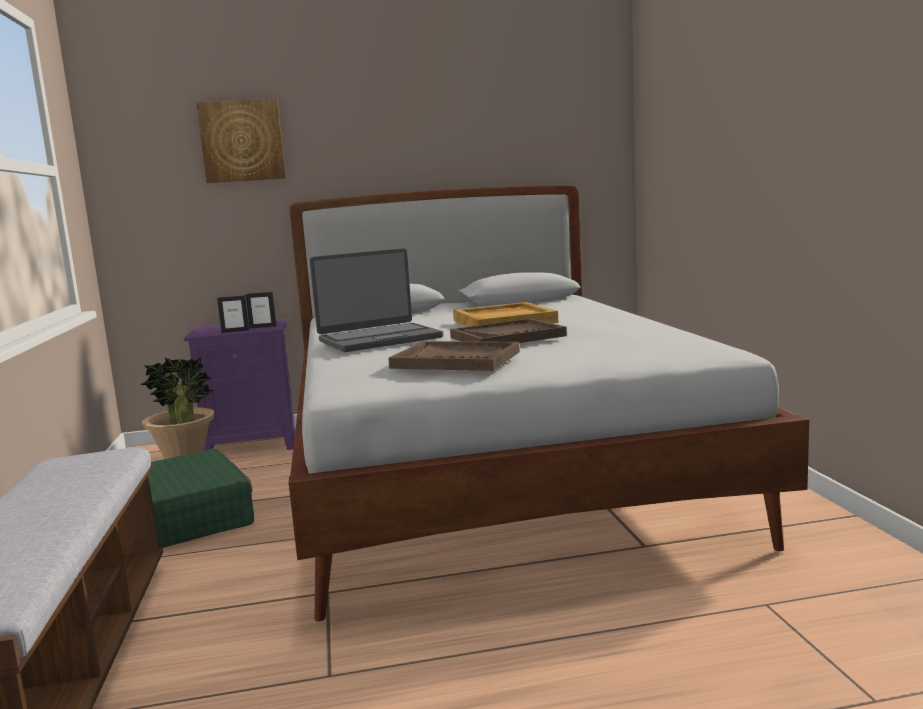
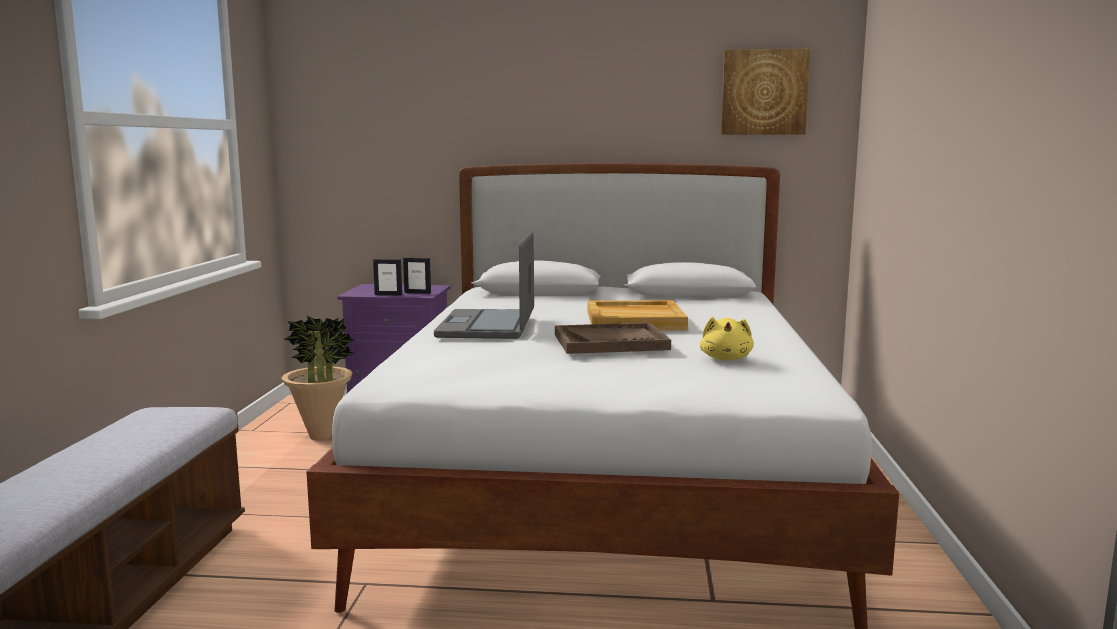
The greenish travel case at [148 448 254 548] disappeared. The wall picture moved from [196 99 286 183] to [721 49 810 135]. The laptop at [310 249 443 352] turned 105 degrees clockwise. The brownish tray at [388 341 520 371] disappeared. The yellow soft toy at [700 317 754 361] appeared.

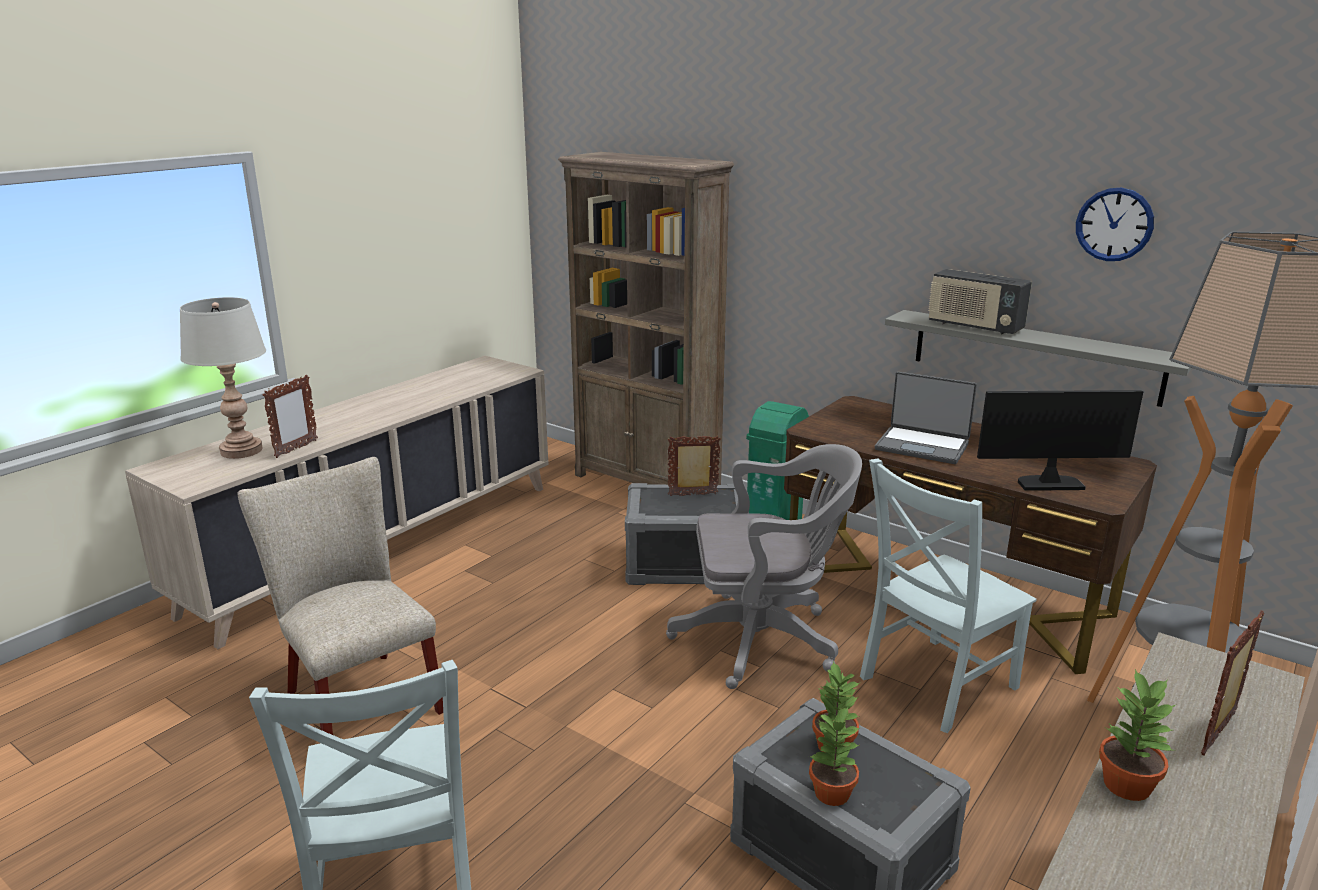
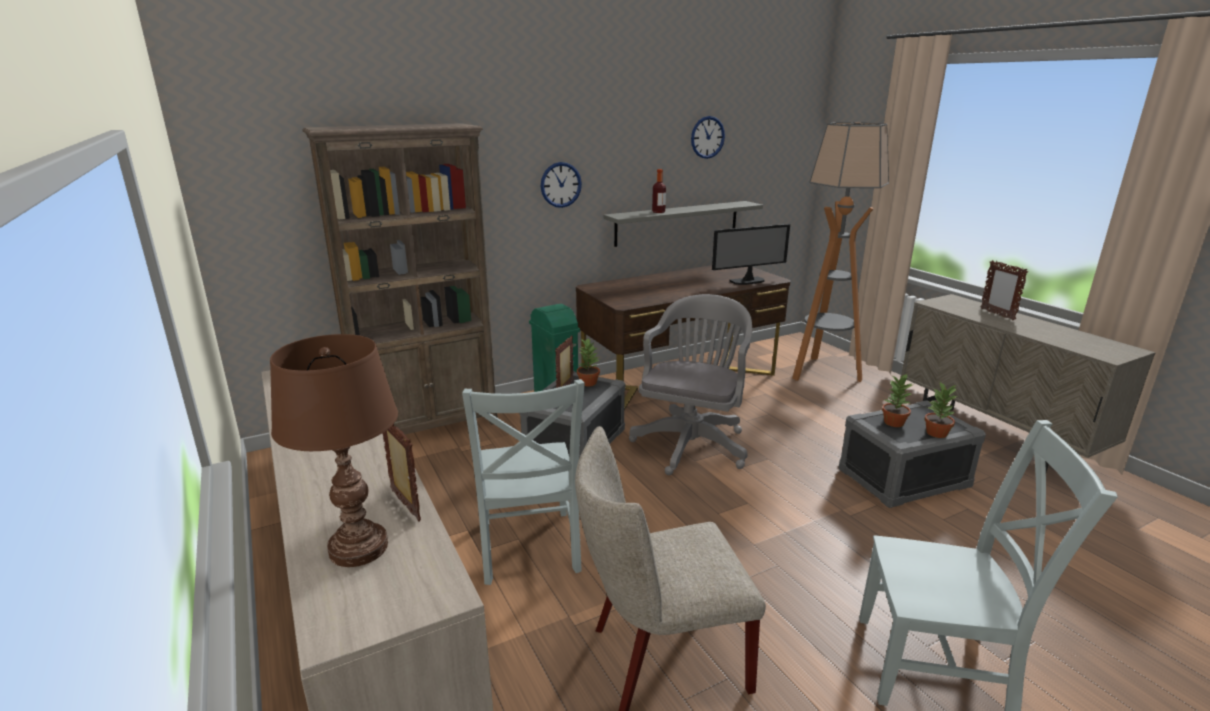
The greyish tabletop lamp at [180 297 266 459] became the brownish tabletop lamp at [270 334 398 567]. The greyish plain chair moved from [860 458 1037 733] to [462 379 585 585]. The laptop at [875 372 977 464] disappeared. The radio receiver at [928 269 1032 335] was replaced by the beverage bottle at [652 169 666 213]. The computer screen at [977 390 1143 491] turned 135 degrees counterclockwise. The houseplant moved from [1099 669 1175 801] to [577 338 600 386]. The wall clock at [541 162 582 208] appeared.

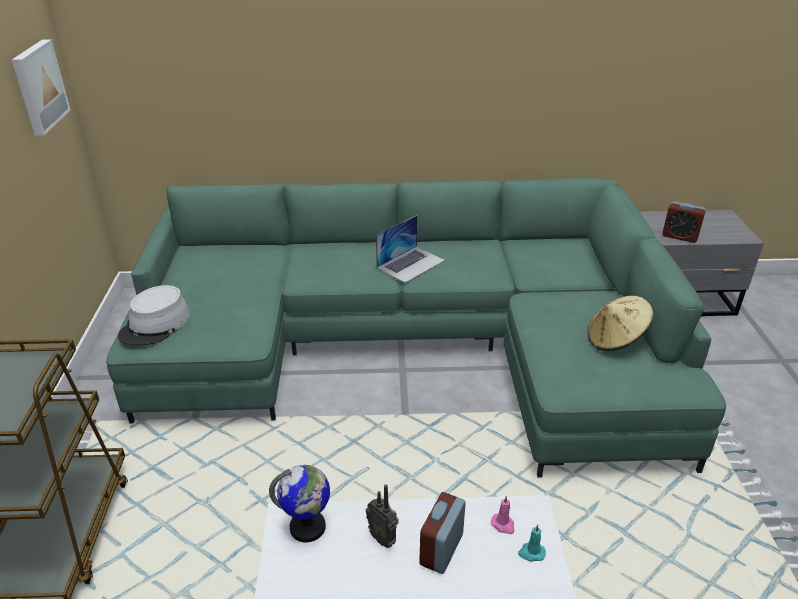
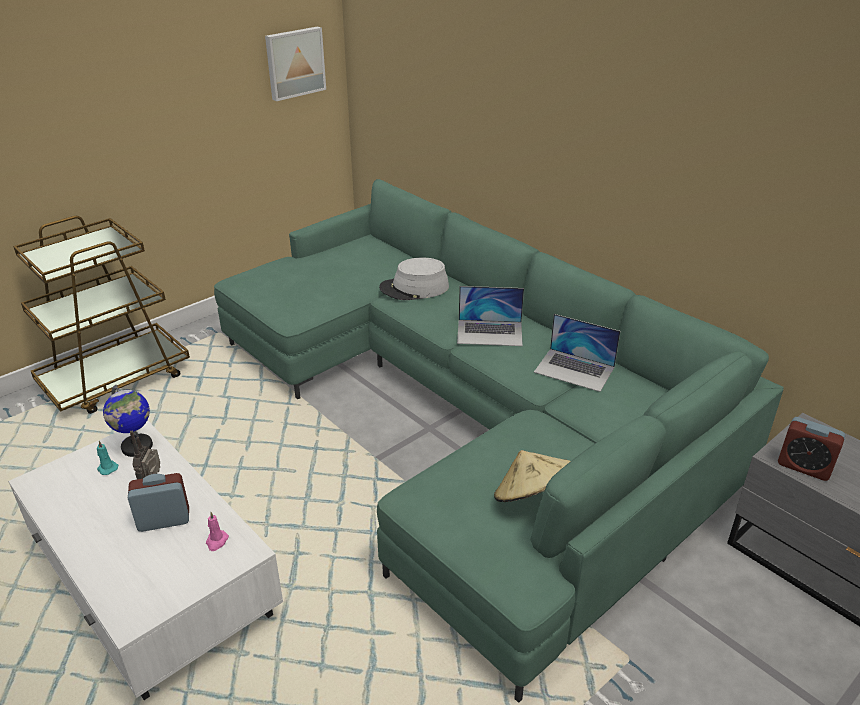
The greyish hat moved from [118 285 190 346] to [379 257 449 300]. The turquoise-coloured wax candle moved from [518 524 546 562] to [97 441 118 475]. The alarm clock at [662 201 706 243] turned 45 degrees counterclockwise. The laptop at [534 314 620 392] appeared.

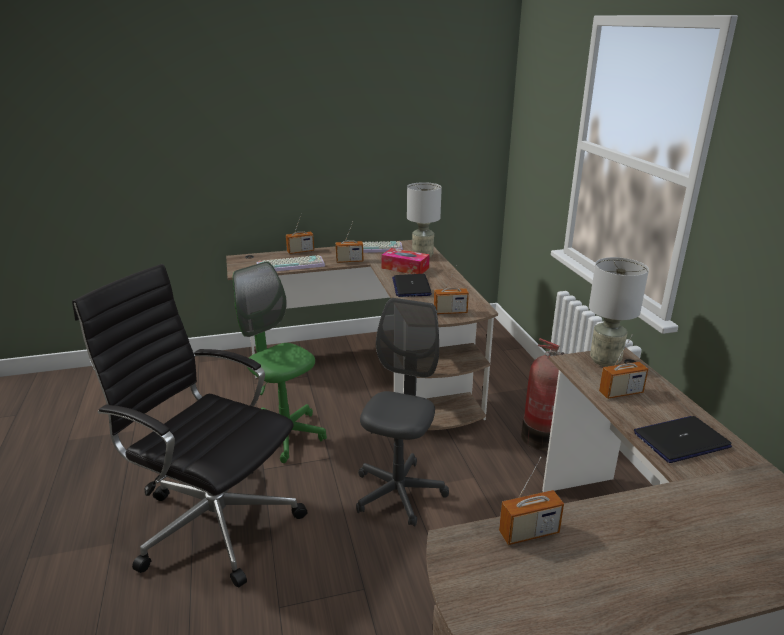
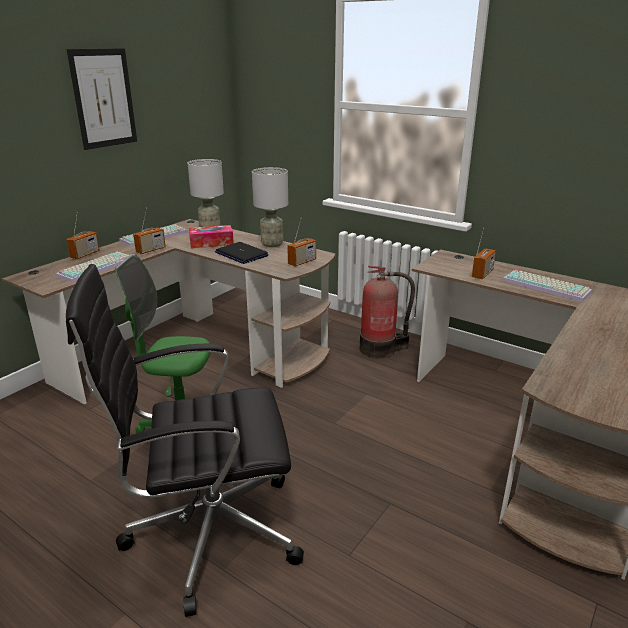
The greyish office chair at [356 298 449 527] disappeared. The radio receiver at [499 457 564 545] disappeared. The greyish tabletop lamp moved from [589 257 649 367] to [252 167 288 247]. The laptop at [634 416 732 463] was replaced by the computer keyboard at [503 270 592 302]. The wall picture at [67 48 137 150] appeared.

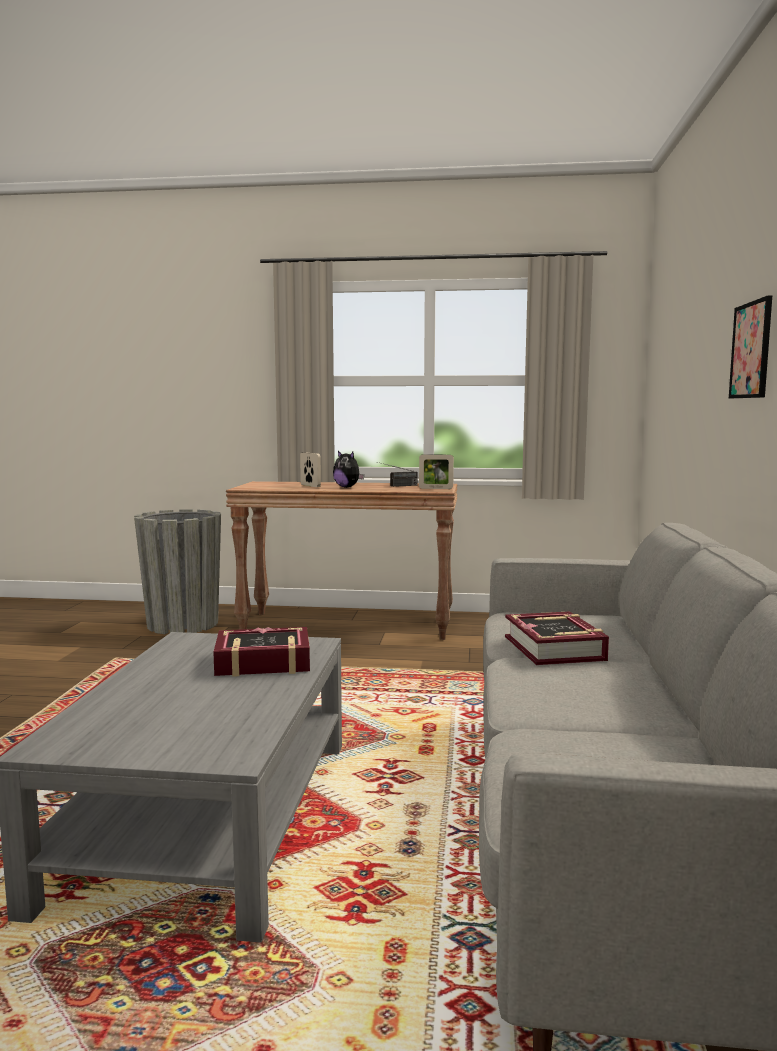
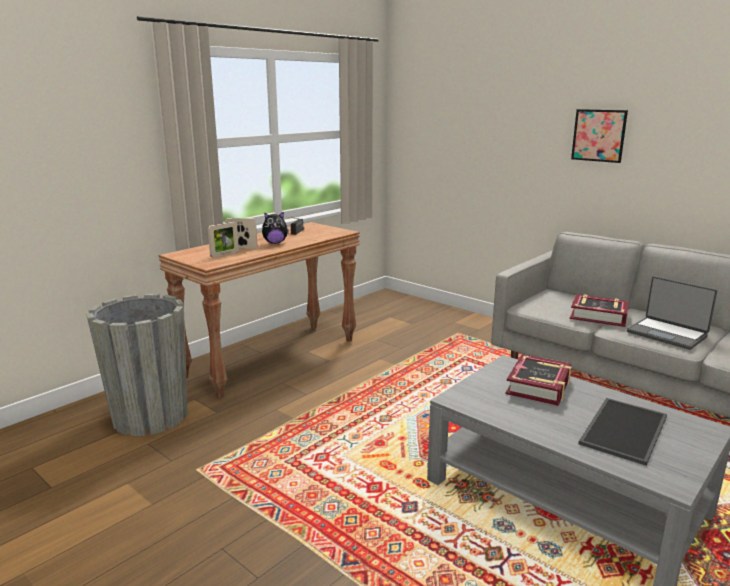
The picture frame moved from [419 454 454 489] to [208 222 239 258]. The tray at [579 398 667 466] appeared. The laptop at [627 276 717 350] appeared.

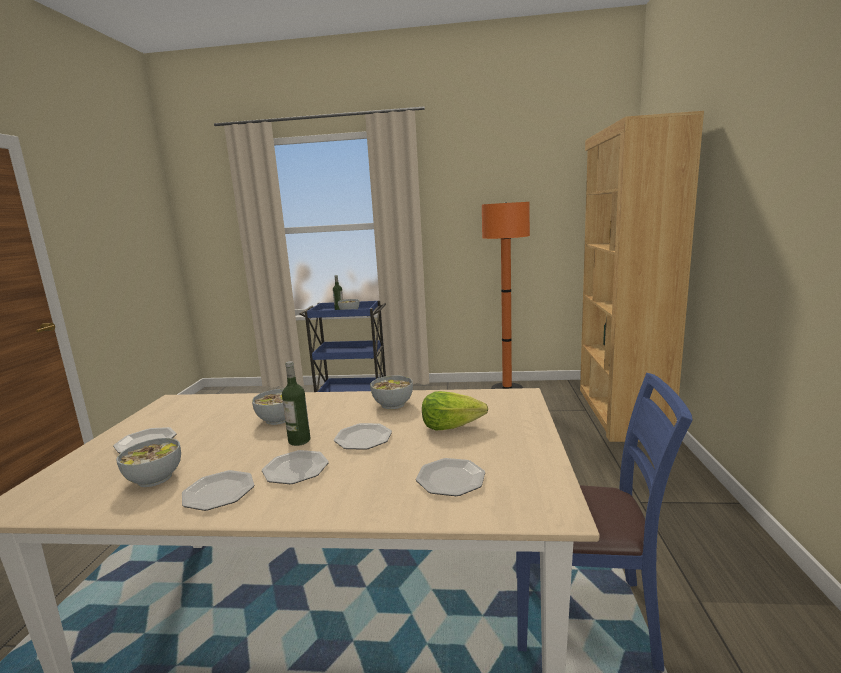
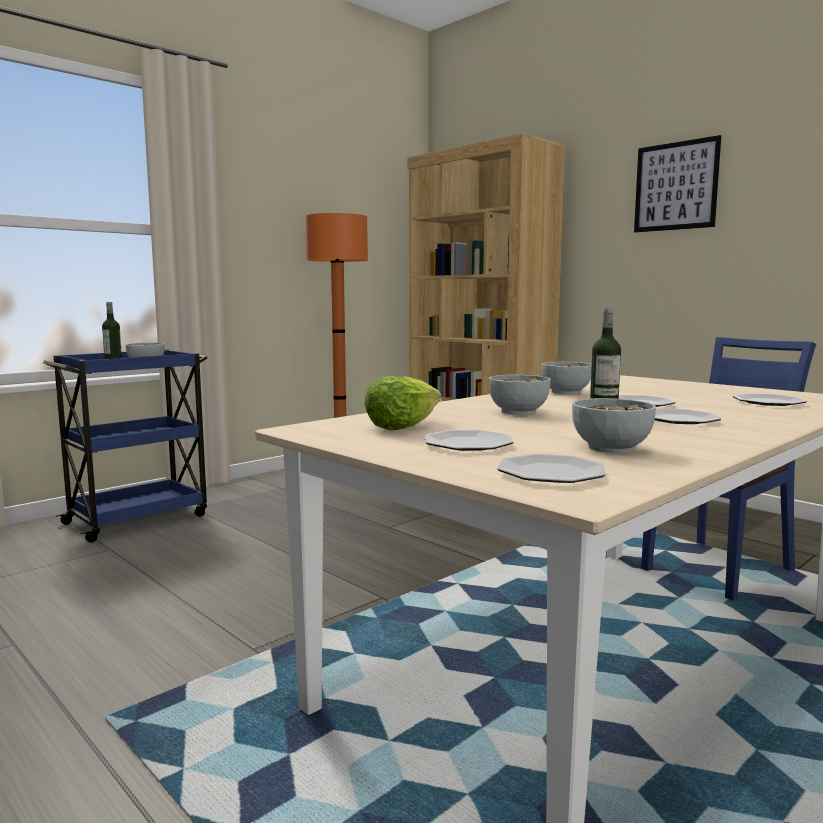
The flat dish moved from [182 470 254 511] to [497 454 605 483]. The head of lettuce moved from [422 391 488 430] to [364 376 442 430]. The wall picture at [634 135 721 232] appeared.

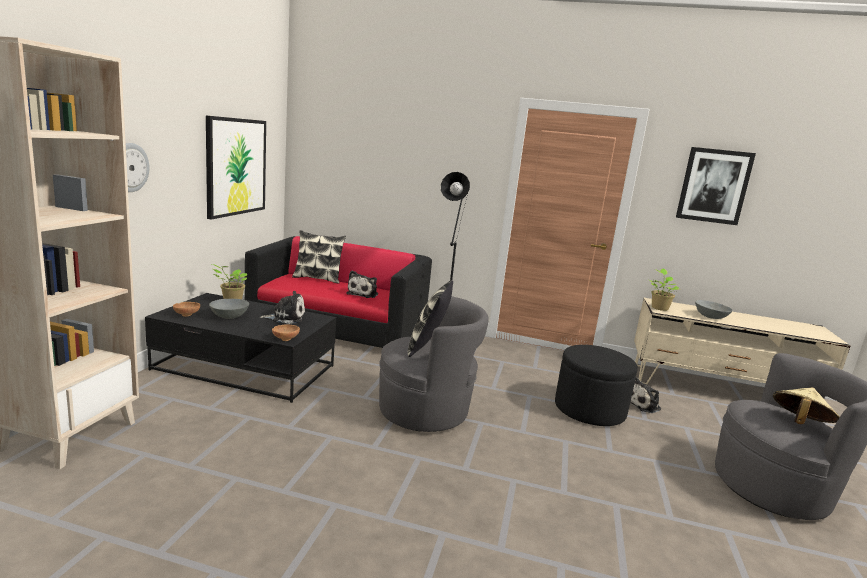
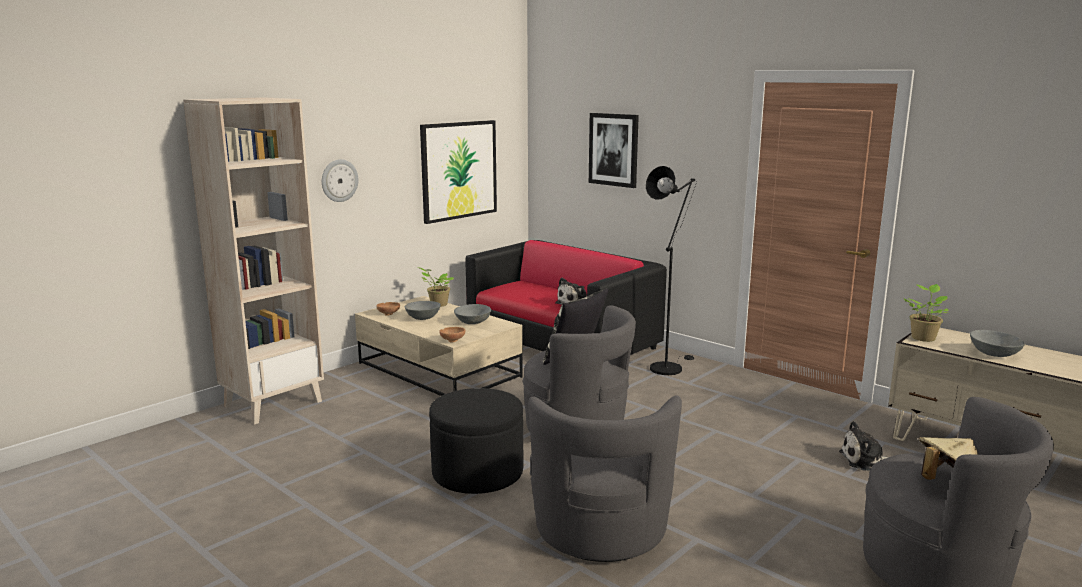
The blackish coffee table at [145 293 336 403] became the beige-coloured coffee table at [355 296 523 396]. The soft toy at [260 291 305 324] was replaced by the greyish deep dish at [454 304 491 324]. The cushion at [292 230 346 284] disappeared. The blackish ottoman moved from [555 345 638 426] to [429 388 523 494]. The wall picture moved from [676 147 756 225] to [589 113 639 188]. The greyish armchair at [528 395 682 562] appeared.

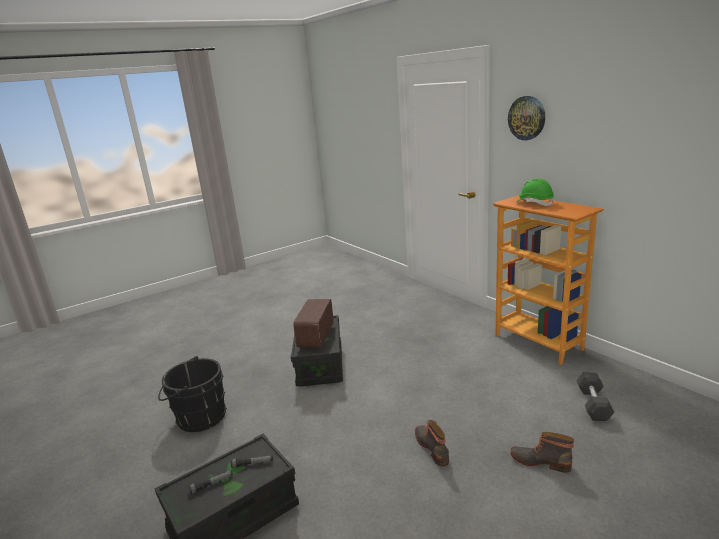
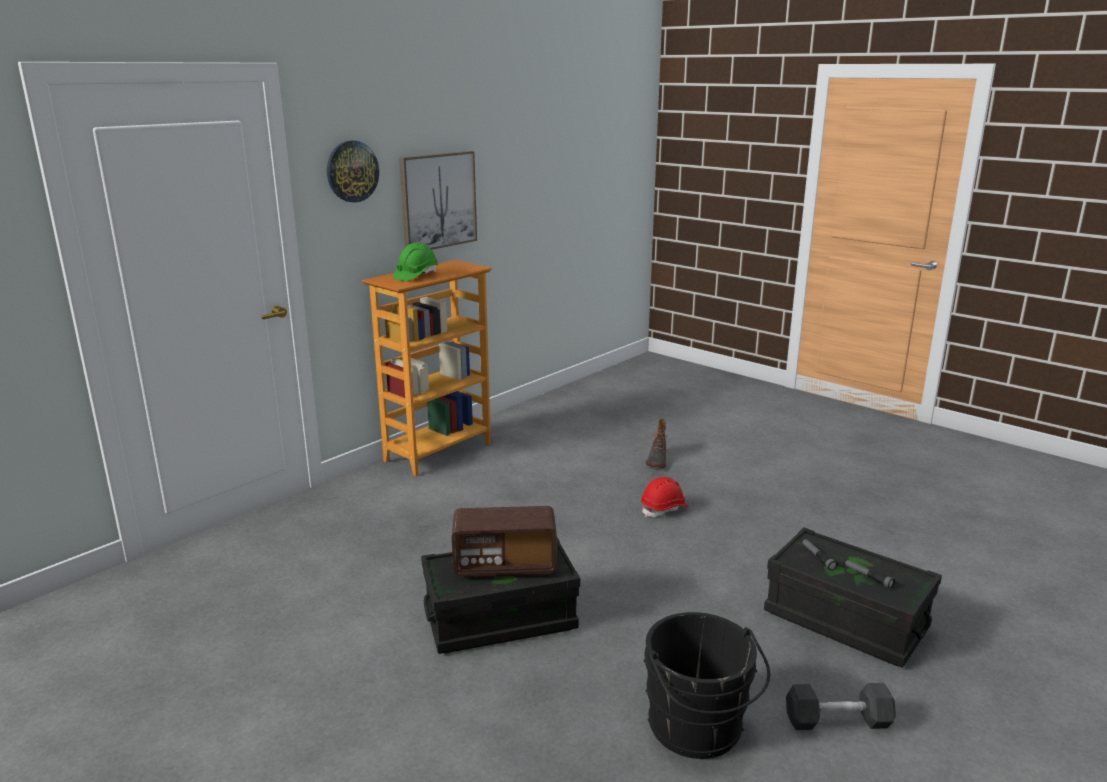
The boot at [415 420 449 466] was replaced by the reddish hard hat at [641 477 689 517]. The greyish hand weight moved from [576 372 615 421] to [786 683 896 730]. The wall picture at [399 151 477 250] appeared.

